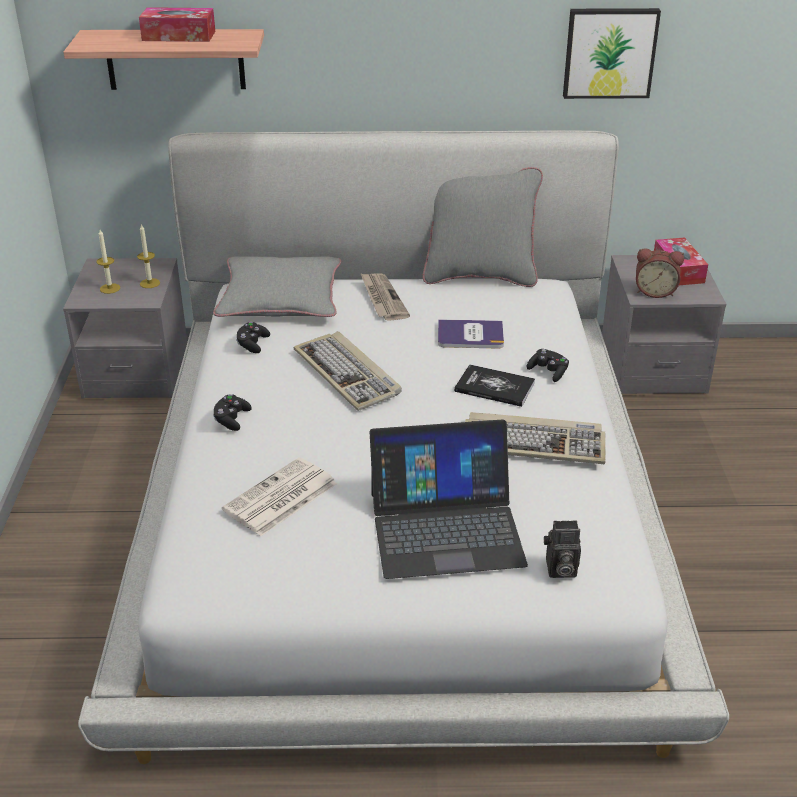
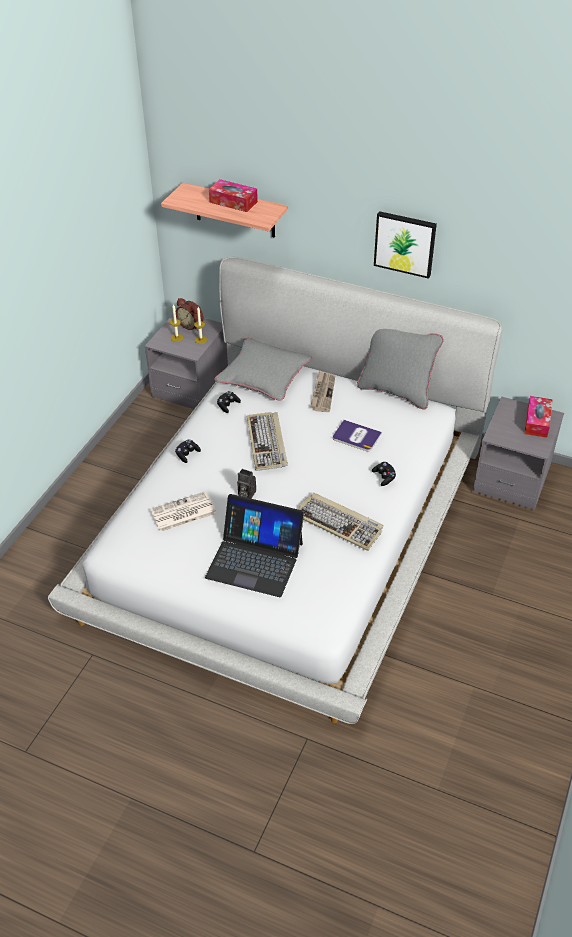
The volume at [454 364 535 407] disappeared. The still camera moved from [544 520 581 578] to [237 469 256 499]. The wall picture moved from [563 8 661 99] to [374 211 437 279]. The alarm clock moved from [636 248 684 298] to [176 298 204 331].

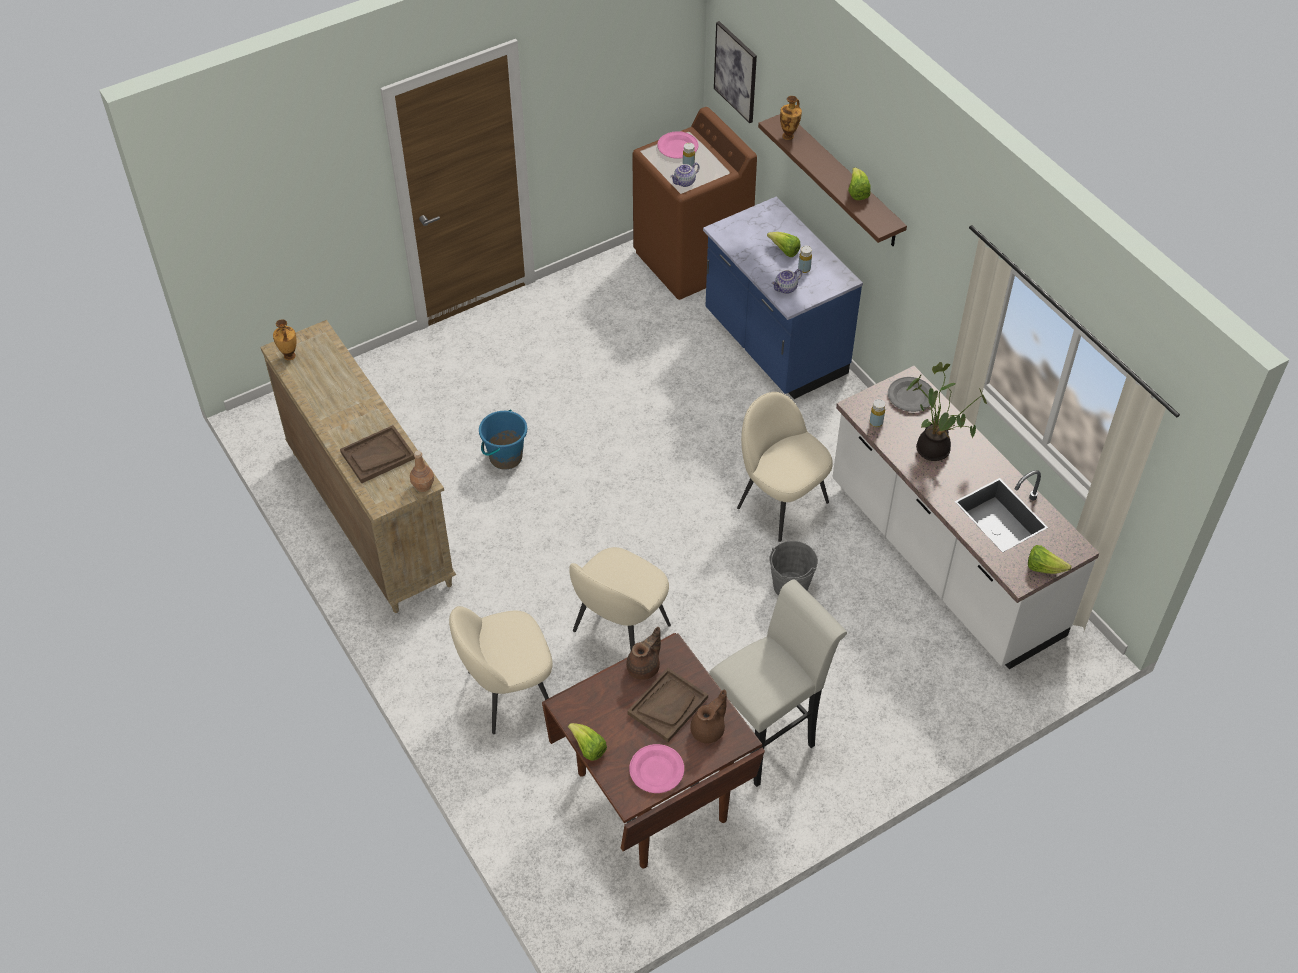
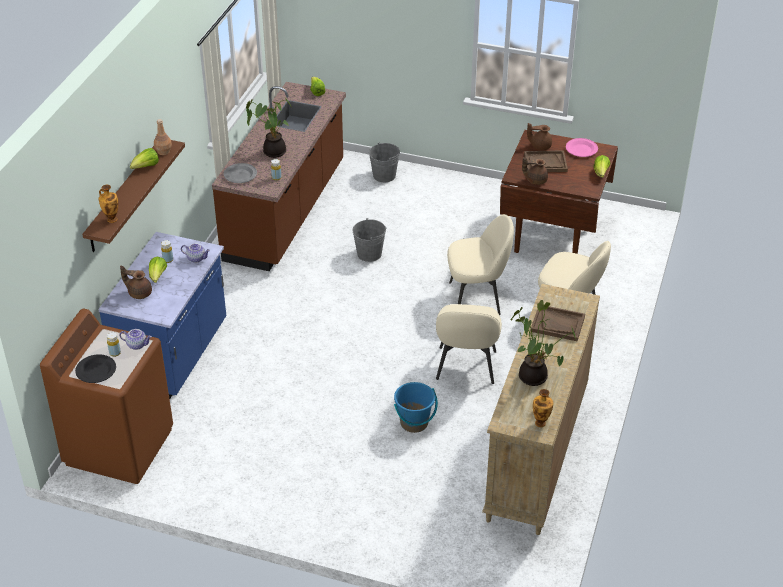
The brownish beverage bottle moved from [410 451 434 492] to [154 119 172 155]. The pinkish flat dish at [657 131 698 159] became the blackish flat dish at [75 354 116 383]. The whitish sitting stool at [709 579 847 787] disappeared. The wall picture at [714 21 757 123] disappeared. The beige-coloured plain chair moved from [737 392 833 542] to [436 304 502 384]. The whitish kitchen base unit at [832 366 1099 669] became the brownish kitchen base unit at [212 82 346 271]. The brownish tea pot at [120 265 152 299] appeared. The greyish water bucket at [369 143 400 182] appeared. The houseplant at [510 300 577 386] appeared.

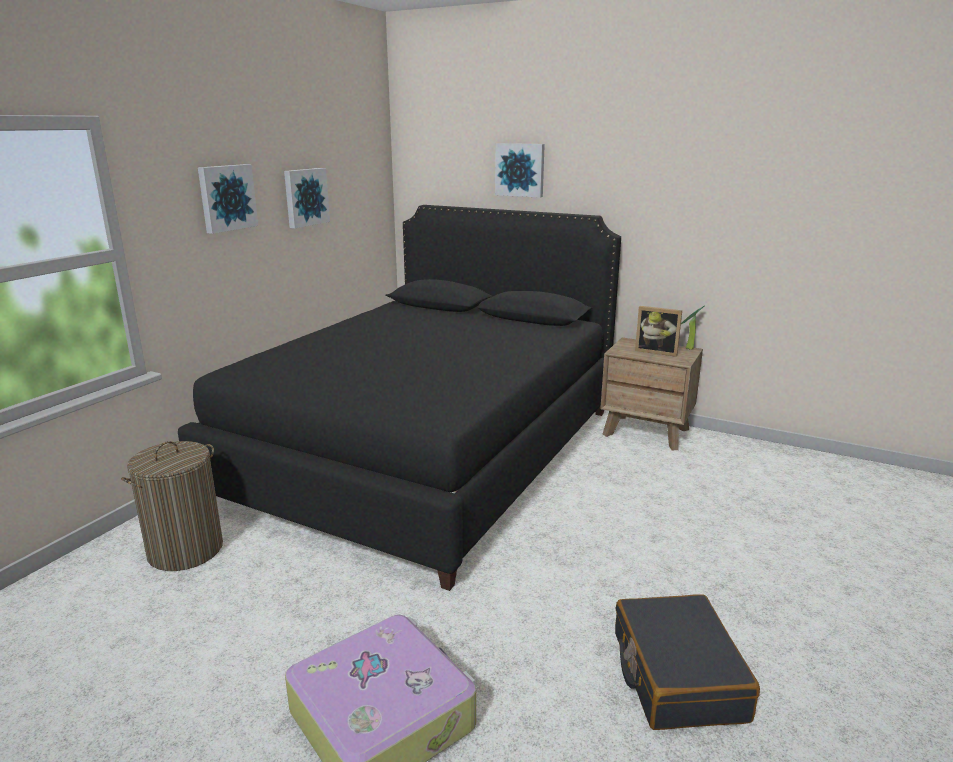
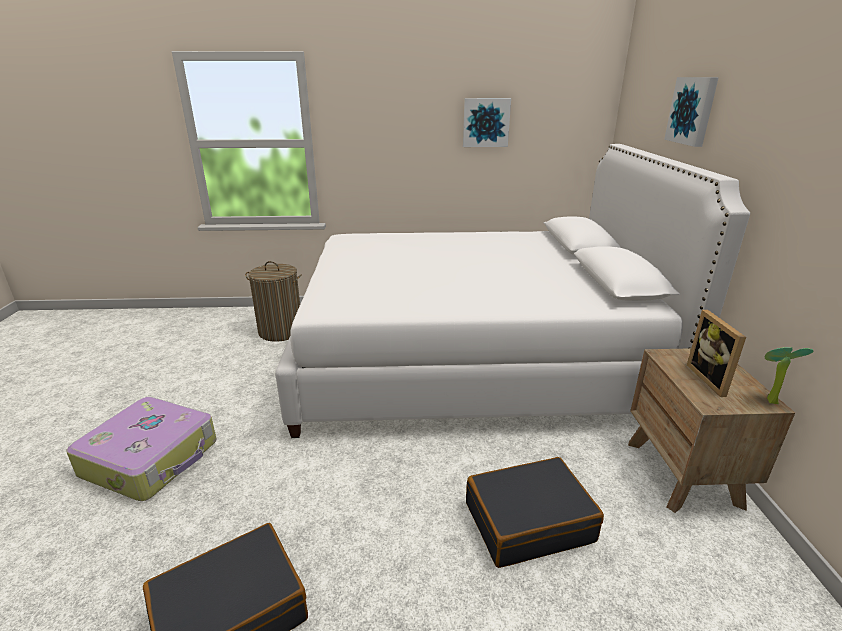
The blackish sleeping bed at [178 205 621 591] became the whitish sleeping bed at [275 144 750 438]. The wall picture at [198 164 258 234] disappeared. The blackish travel case at [466 457 604 568] appeared.

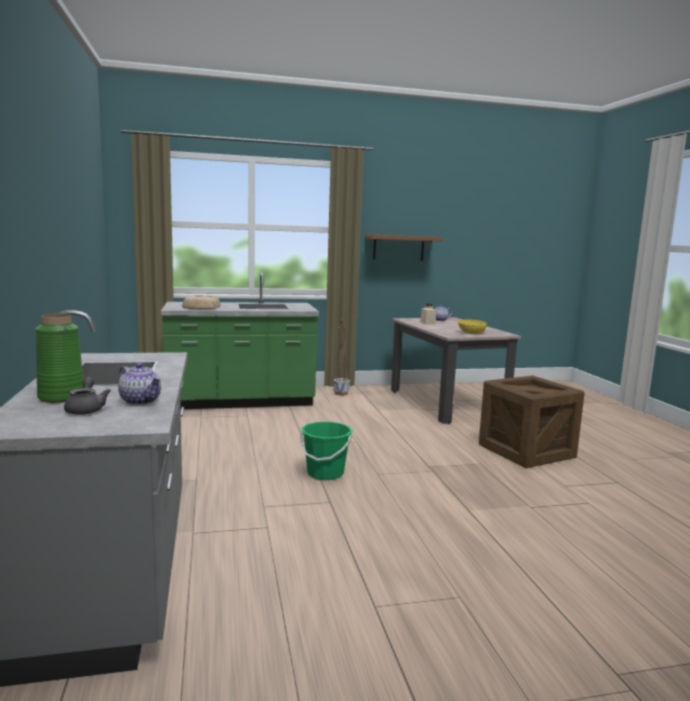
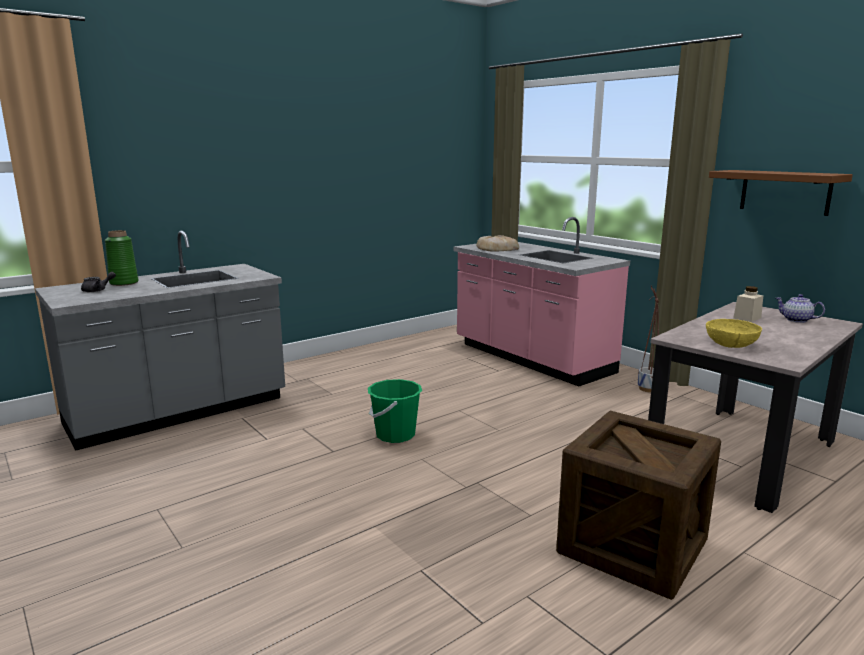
The tea pot at [118 363 161 405] disappeared. The greenish kitchen base unit at [161 273 319 409] became the pinkish kitchen base unit at [454 217 630 386].

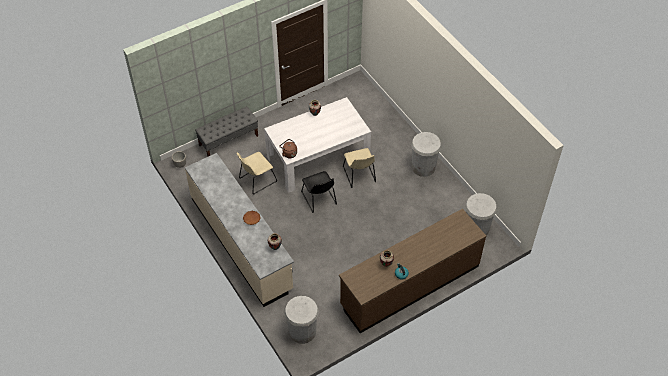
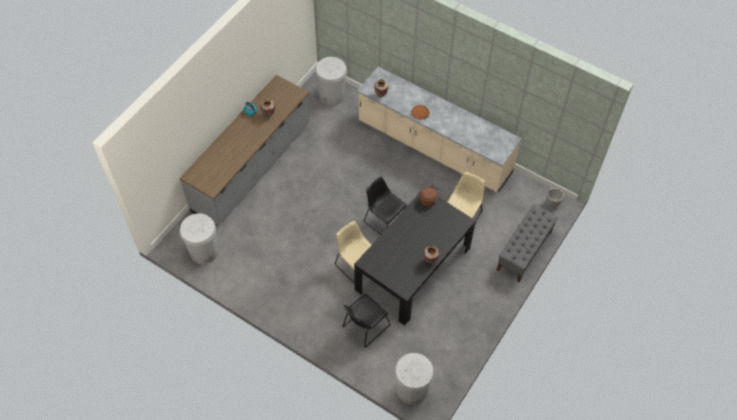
The whitish kitchen table at [264 97 371 193] became the blackish kitchen table at [354 188 476 326]. The brownish kitchen base unit at [339 209 486 333] became the greyish kitchen base unit at [179 75 309 225]. The whitish trash can moved from [411 132 441 177] to [394 353 434 405]. The blackish plain chair at [342 294 391 348] appeared.

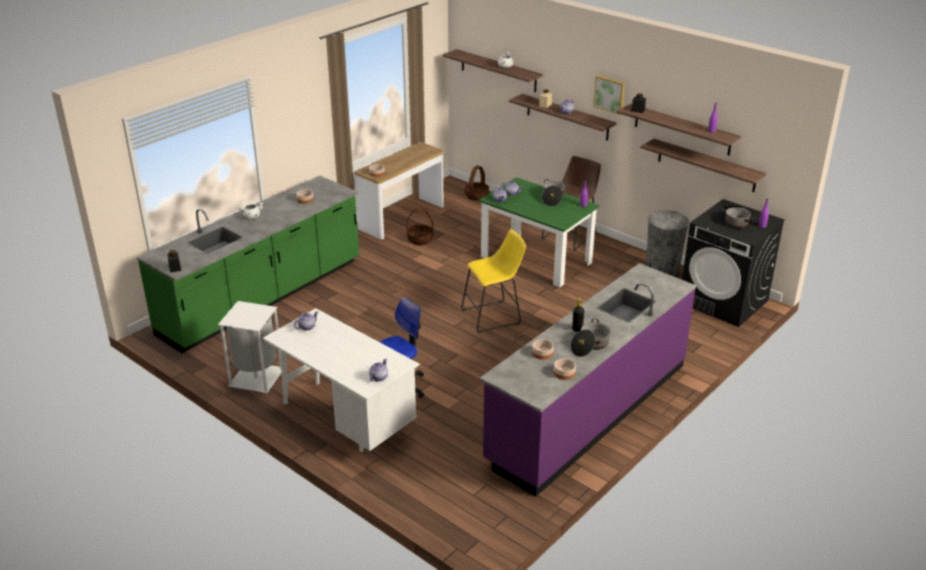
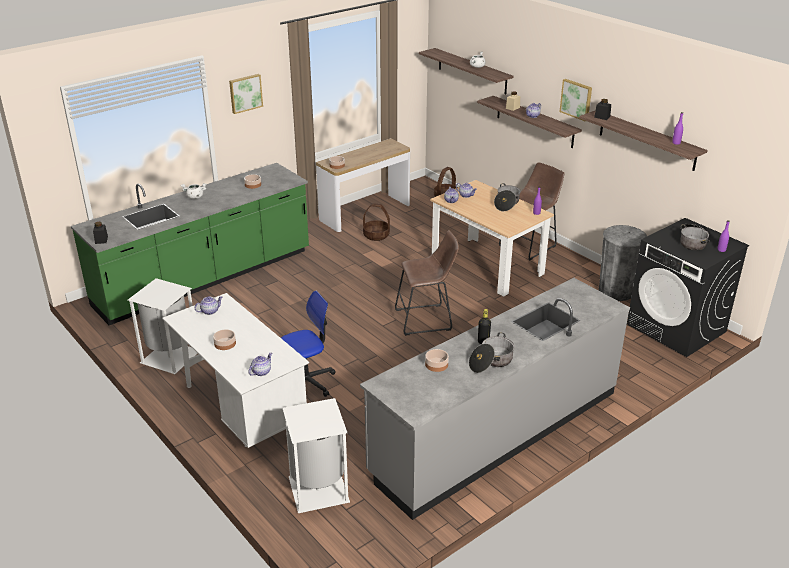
The yellow sitting stool at [461 229 526 334] became the brownish sitting stool at [395 230 459 336]. The greenish kitchen table at [479 177 600 288] became the beige-coloured kitchen table at [430 180 554 297]. The purple-coloured kitchen base unit at [480 263 696 497] became the greyish kitchen base unit at [360 278 630 520]. The deep dish moved from [554 359 576 380] to [213 329 236 350]. The shelf at [641 138 766 192] disappeared. The wall picture at [229 74 263 114] appeared. The whitish trash can at [283 398 350 513] appeared.

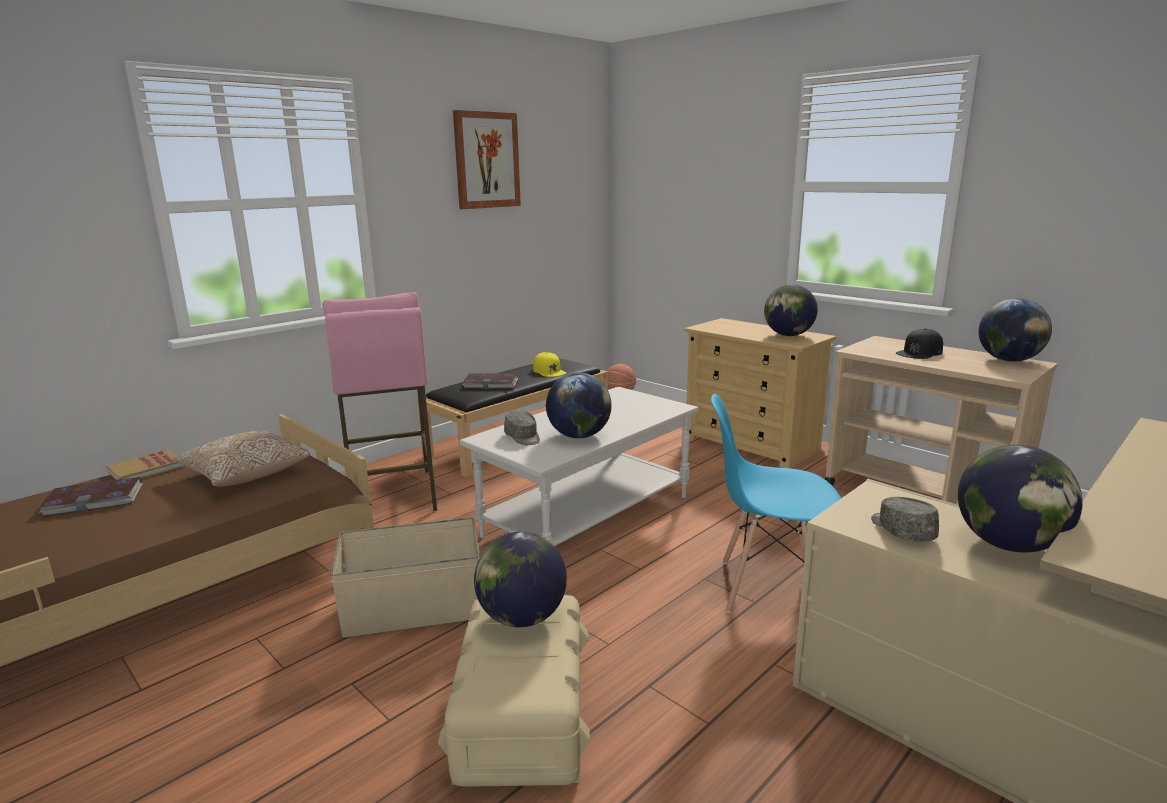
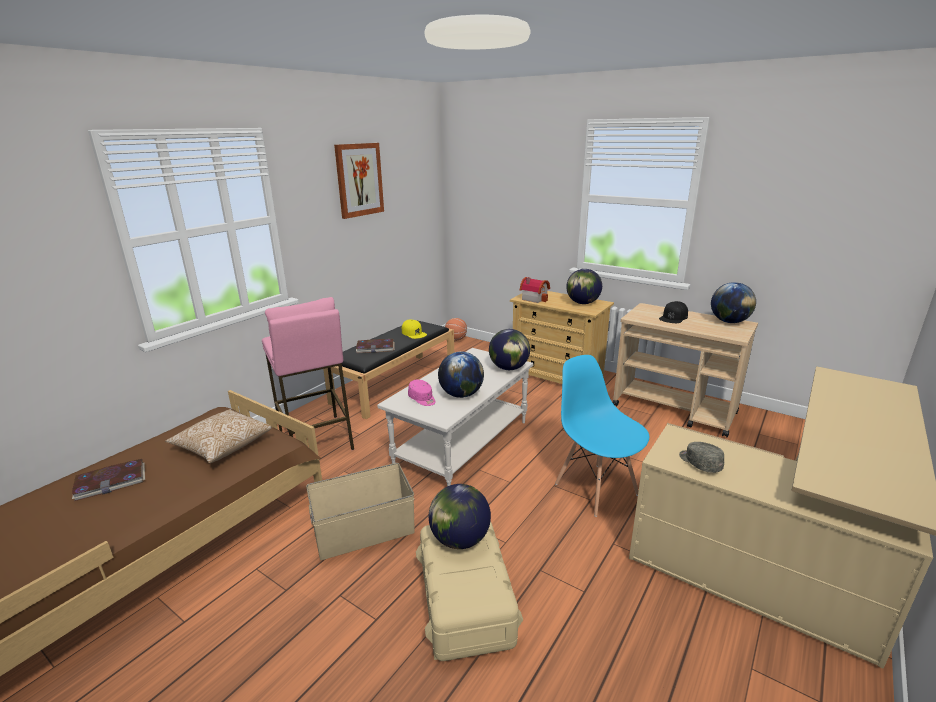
The volume at [106 450 185 480] disappeared. The greyish cap at [504 410 540 445] became the pinkish cap at [408 380 436 406]. The blue-coloured plain chair at [711 394 841 613] turned 60 degrees clockwise. The desk globe moved from [958 445 1083 553] to [489 329 530 370]. The model house at [520 277 550 303] appeared.

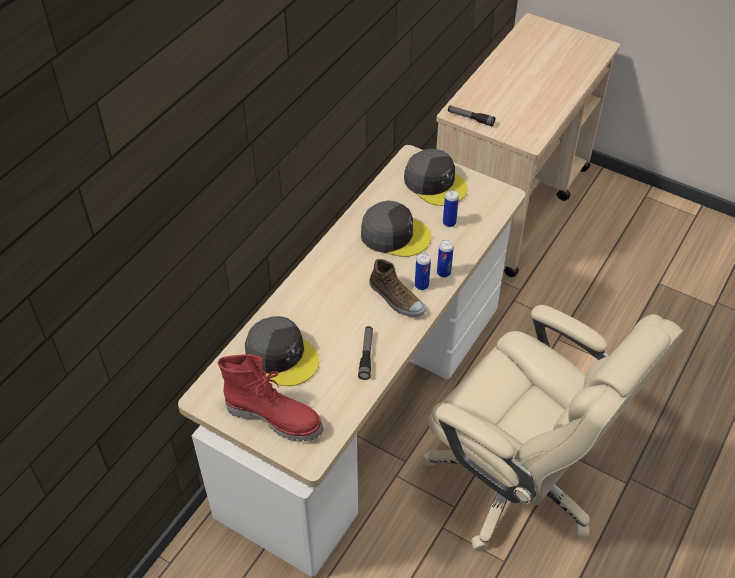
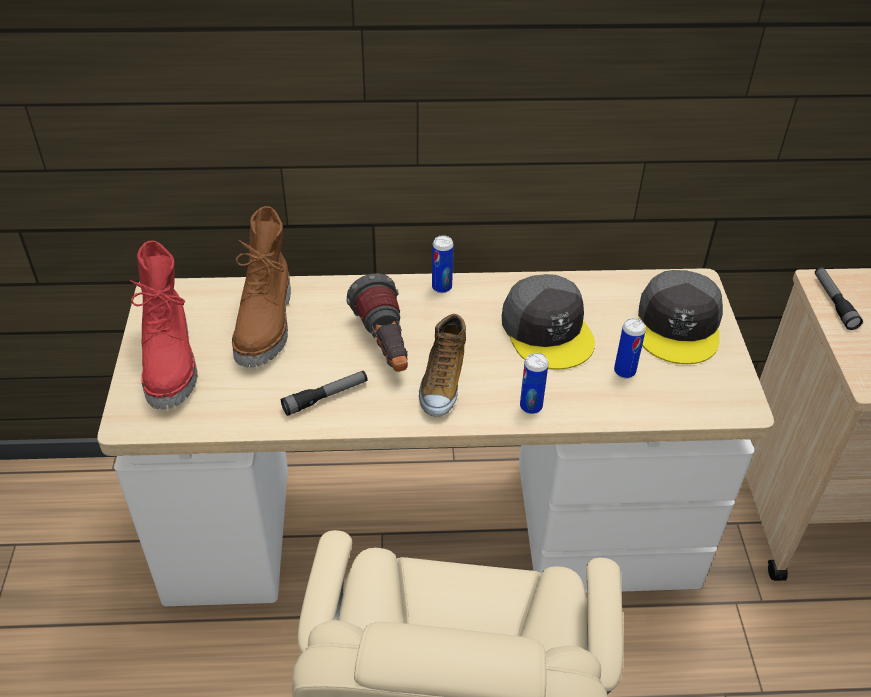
The greyish cap at [245 316 319 386] was replaced by the brownish boot at [232 206 291 368]. The sealed can moved from [415 253 431 290] to [432 235 454 293]. The torch at [347 273 408 372] appeared.

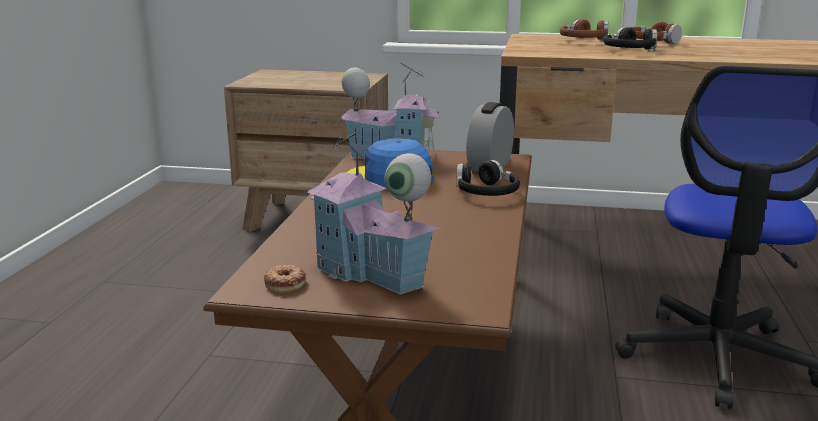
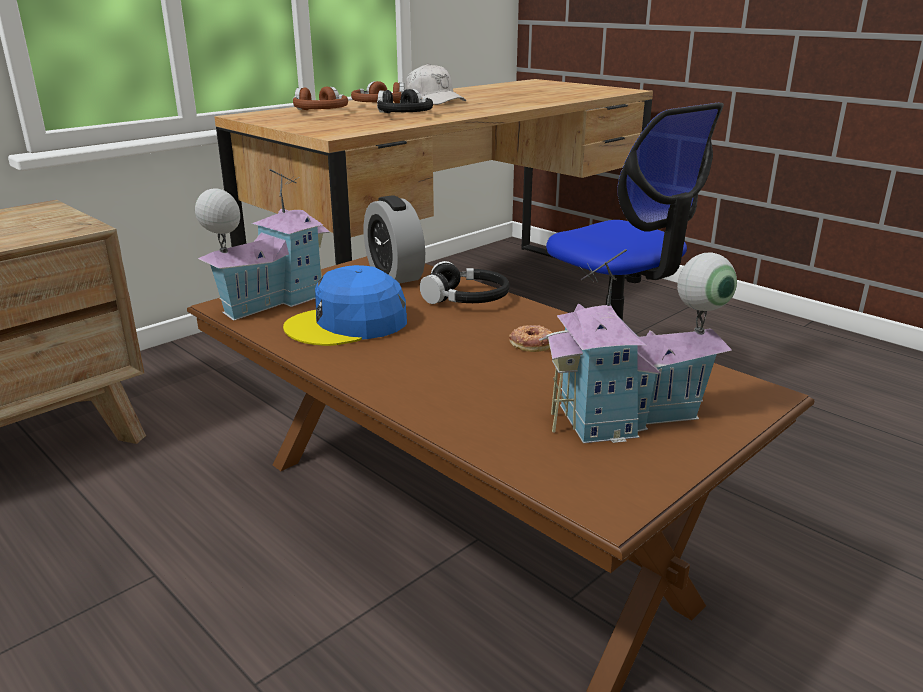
The donut moved from [264 265 306 293] to [509 325 553 352]. The whitish cap at [405 63 466 105] appeared.

